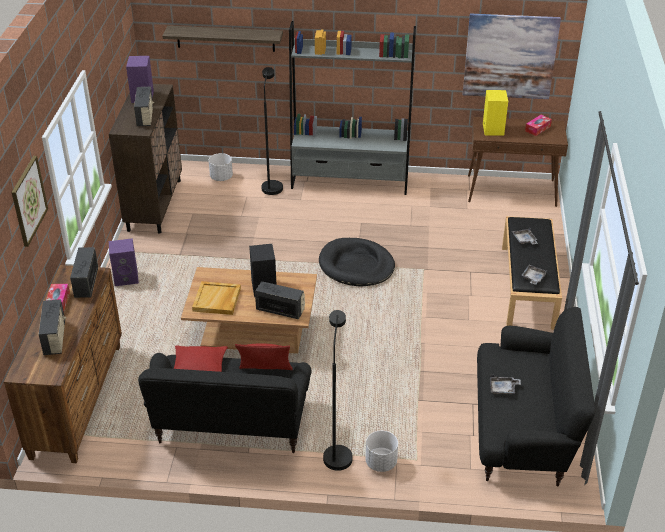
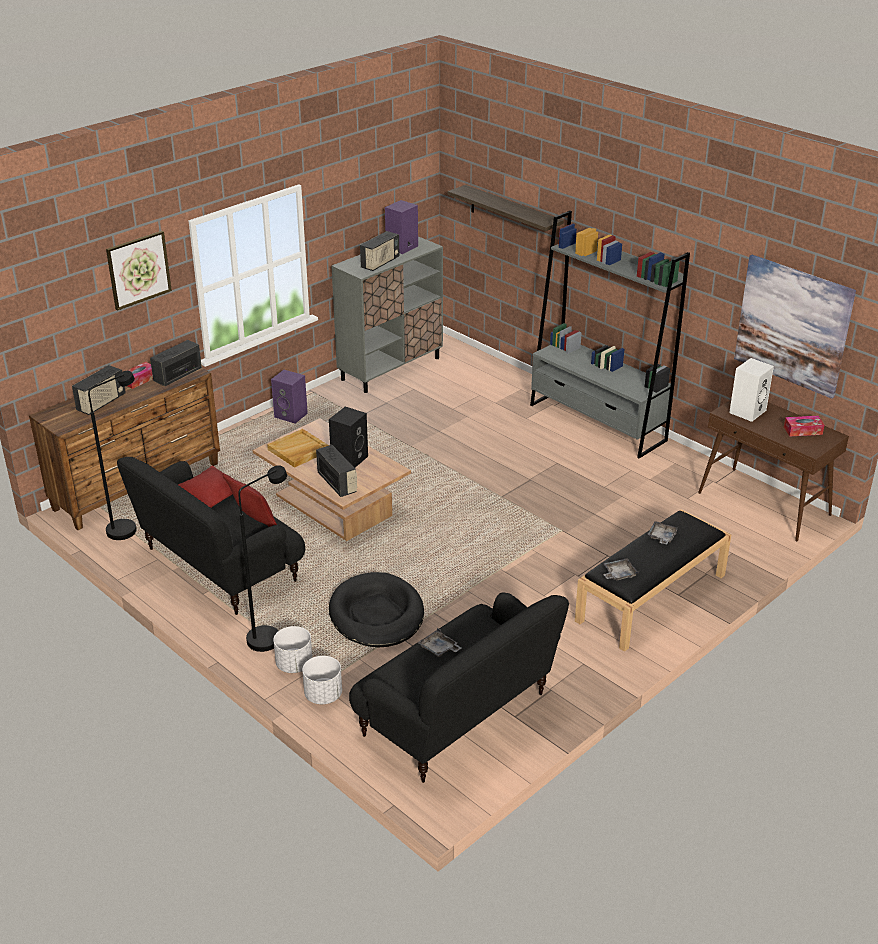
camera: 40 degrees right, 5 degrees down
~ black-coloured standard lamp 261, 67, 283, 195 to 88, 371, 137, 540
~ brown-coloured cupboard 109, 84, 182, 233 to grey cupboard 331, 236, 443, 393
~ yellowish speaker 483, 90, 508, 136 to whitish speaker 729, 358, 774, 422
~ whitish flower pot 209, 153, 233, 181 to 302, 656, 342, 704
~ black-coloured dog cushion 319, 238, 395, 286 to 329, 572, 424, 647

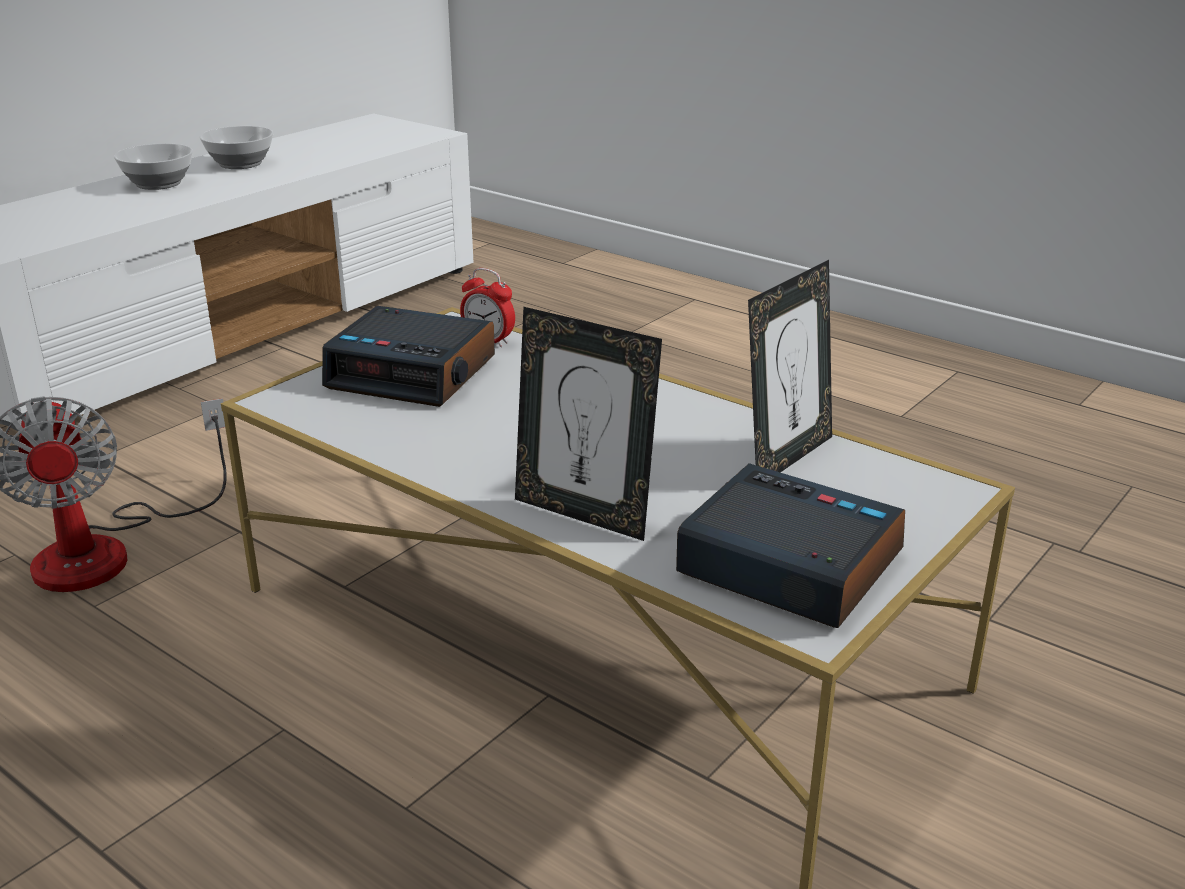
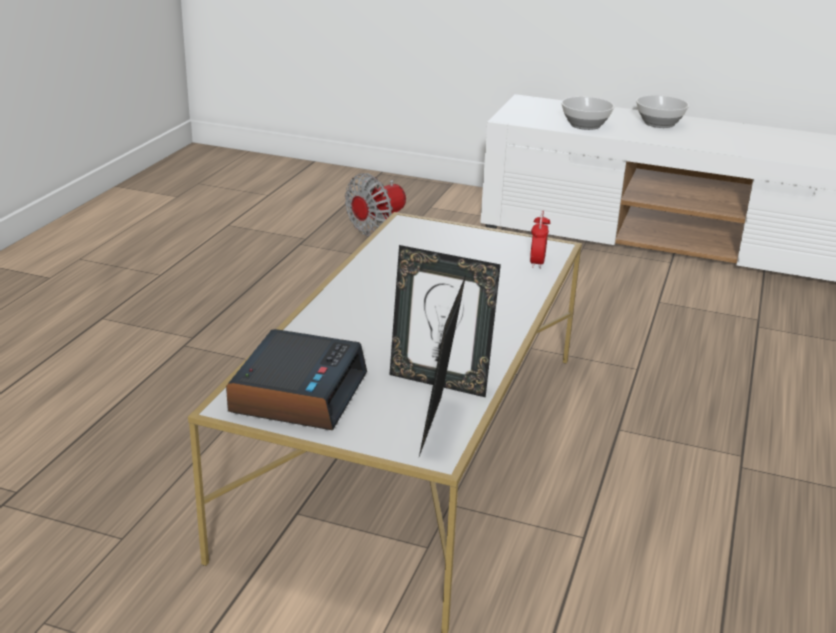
camera: 70 degrees right, 0 degrees up
~ serving bowl 200, 126, 274, 169 to 561, 97, 614, 130
- alarm clock 322, 306, 495, 407
~ picture frame 515, 307, 662, 541 to 419, 275, 466, 456

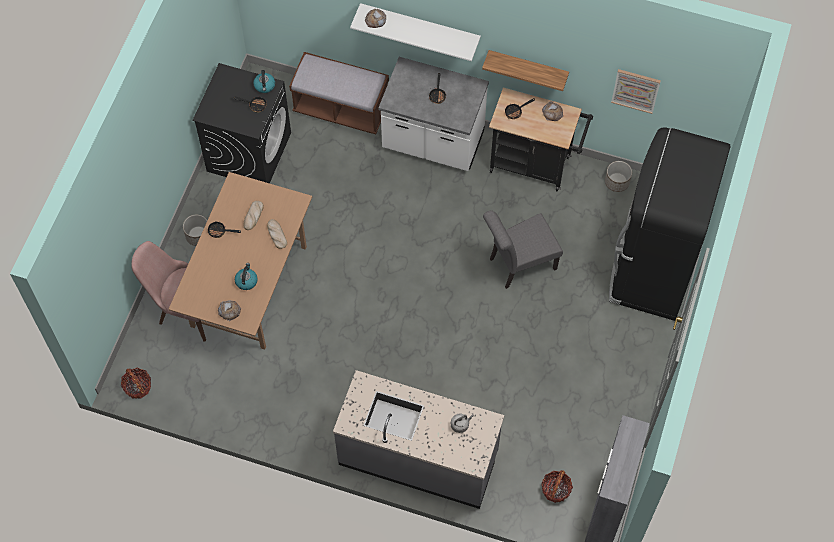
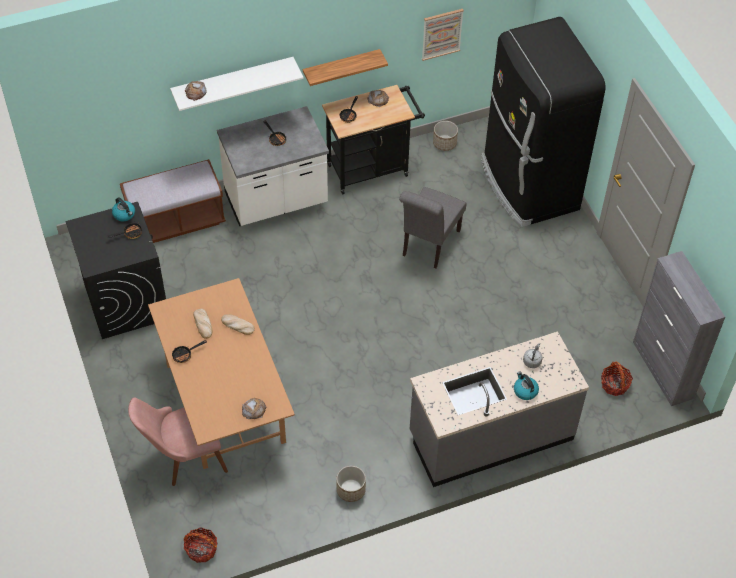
camera: 40 degrees left, 10 degrees down
~ flower pot 183, 215, 207, 246 to 336, 466, 366, 502
~ water kettle 235, 263, 258, 290 to 514, 372, 539, 400

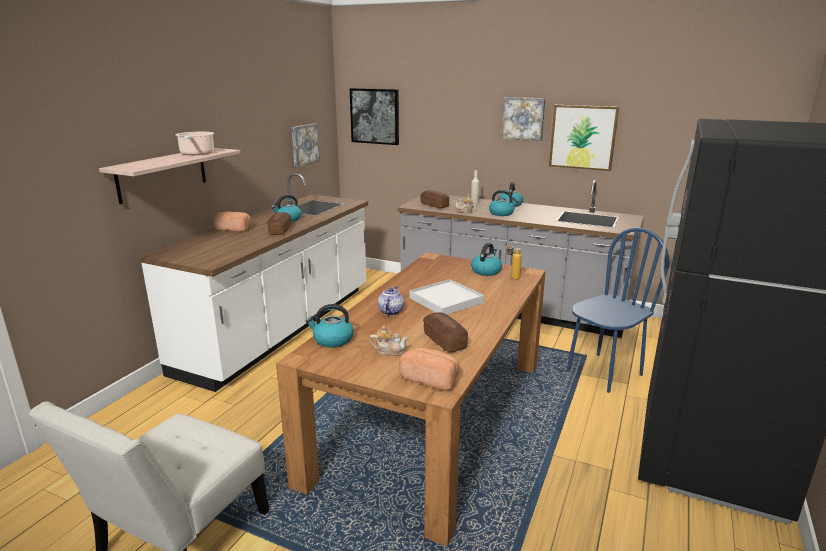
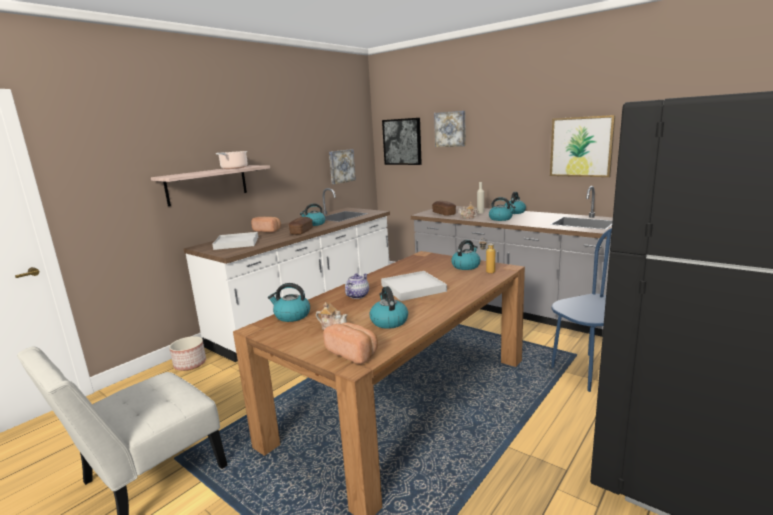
camera: 15 degrees right, 5 degrees down
~ picture 502, 97, 546, 141 to 434, 111, 466, 147
~ bakery bread 423, 312, 468, 352 to water kettle 369, 286, 408, 329
+ whitish tray 212, 232, 258, 250
+ flower pot 169, 336, 206, 371

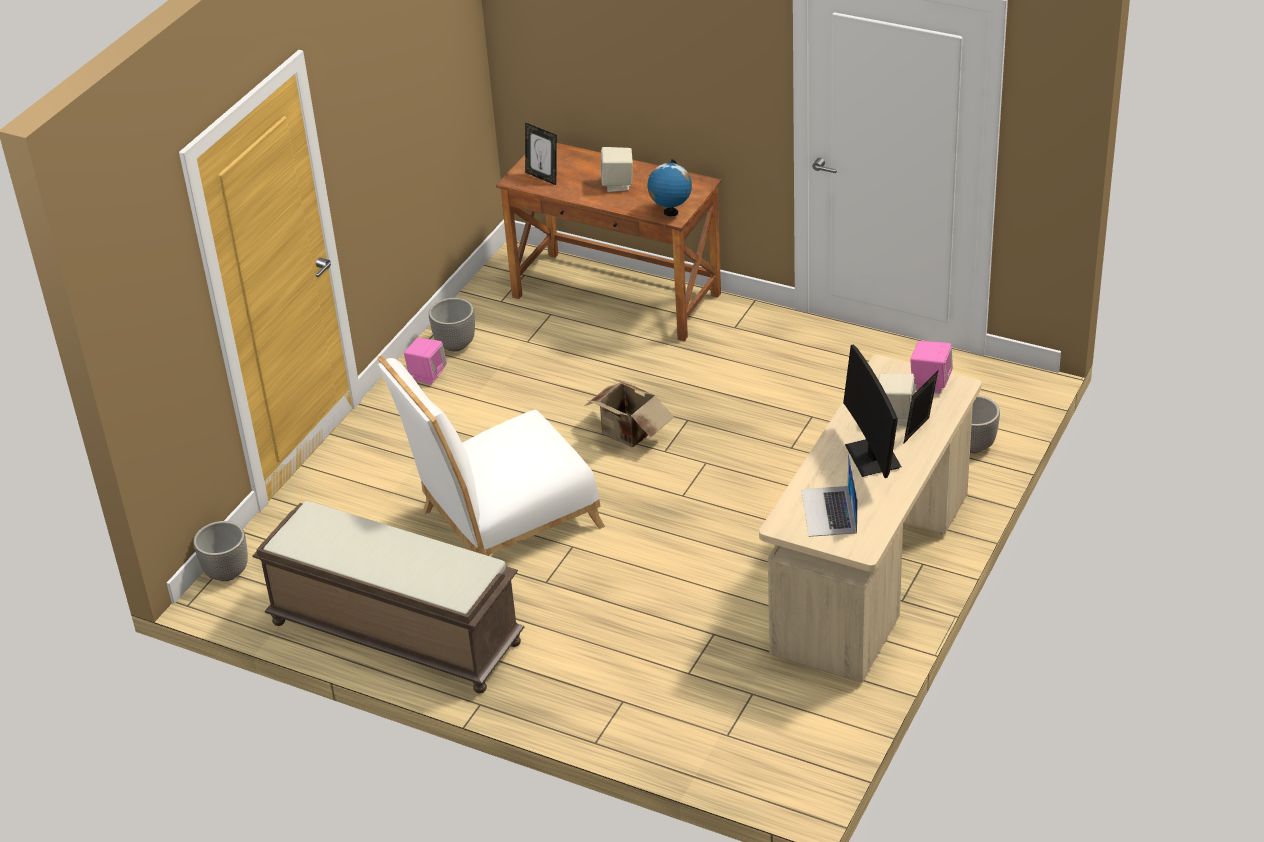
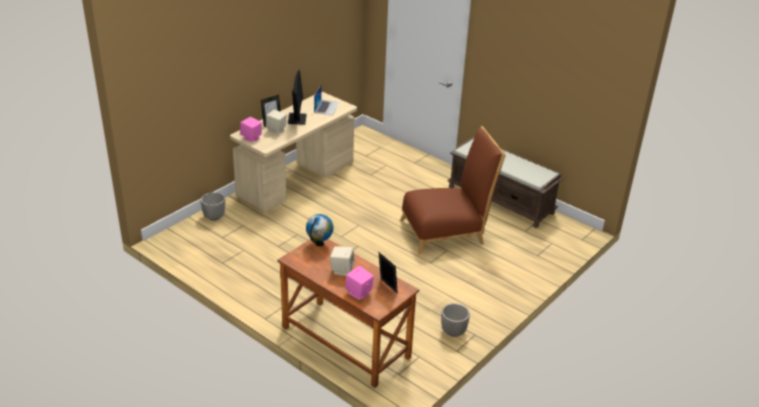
camera: 170 degrees left, 5 degrees down
~ pinkish speaker 404, 338, 447, 385 to 345, 266, 374, 300
~ whitish chair 378, 356, 605, 556 to brown-coloured chair 400, 126, 506, 255
- packing box 584, 379, 674, 448
- flower pot 193, 521, 248, 581

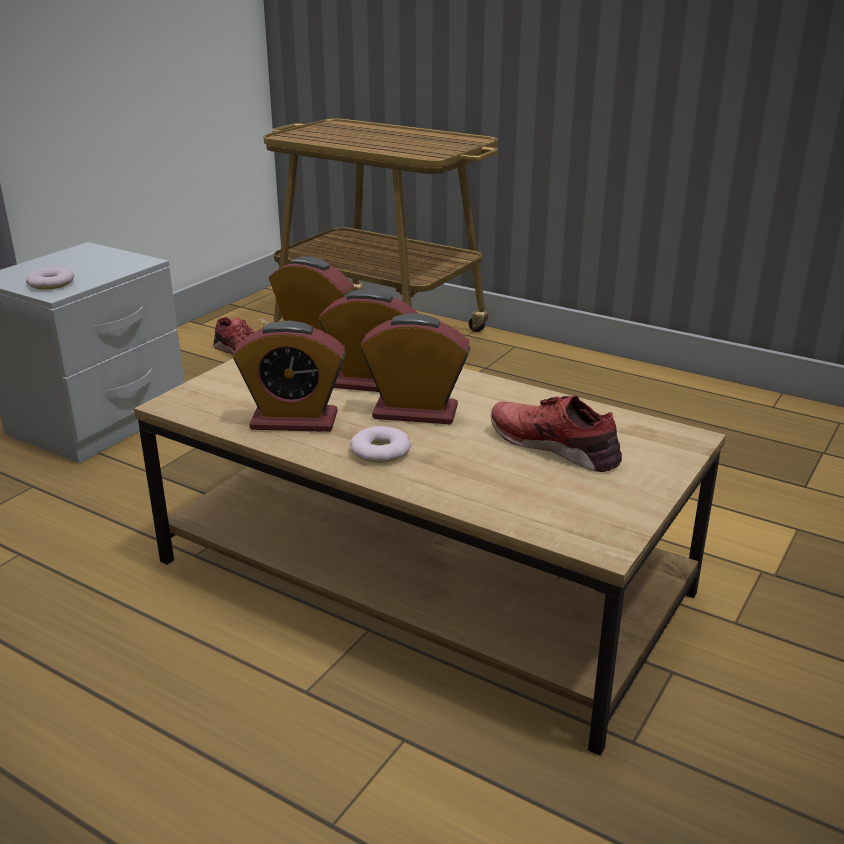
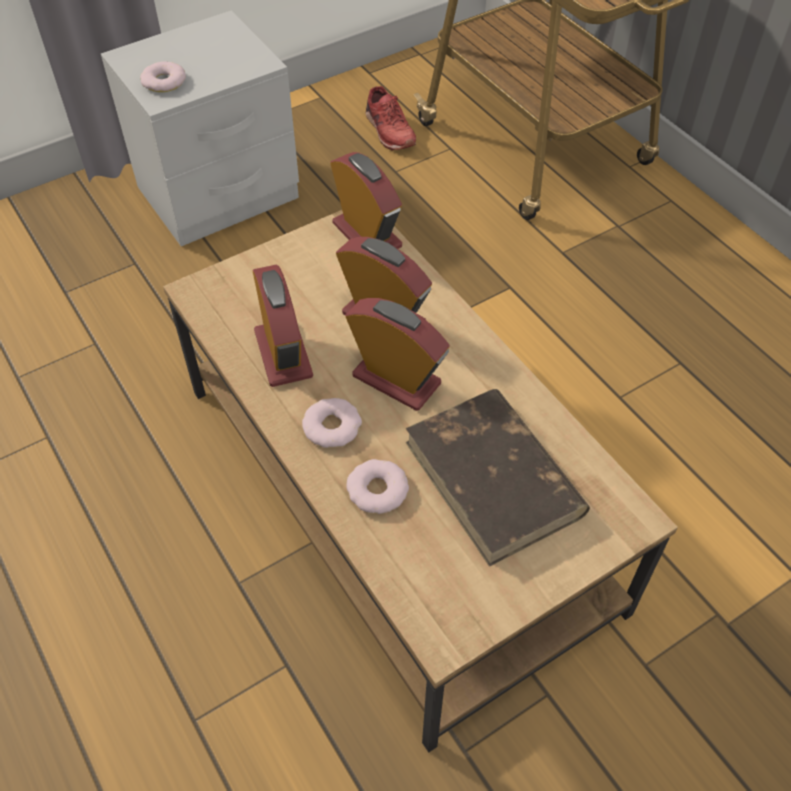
camera: 25 degrees right, 25 degrees up
~ alarm clock 233, 321, 346, 432 = 253, 265, 313, 387 135 degrees counterclockwise
~ red-coloured item of footwear 491, 395, 622, 472 to brown-coloured bound book 405, 389, 590, 567
+ donut 346, 459, 409, 514

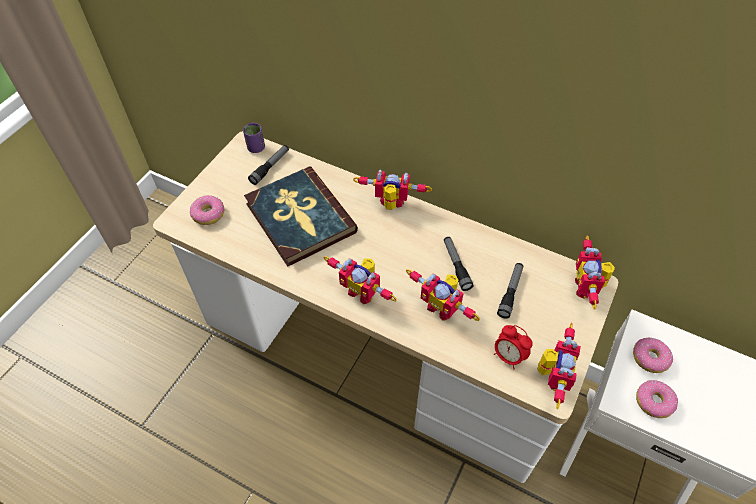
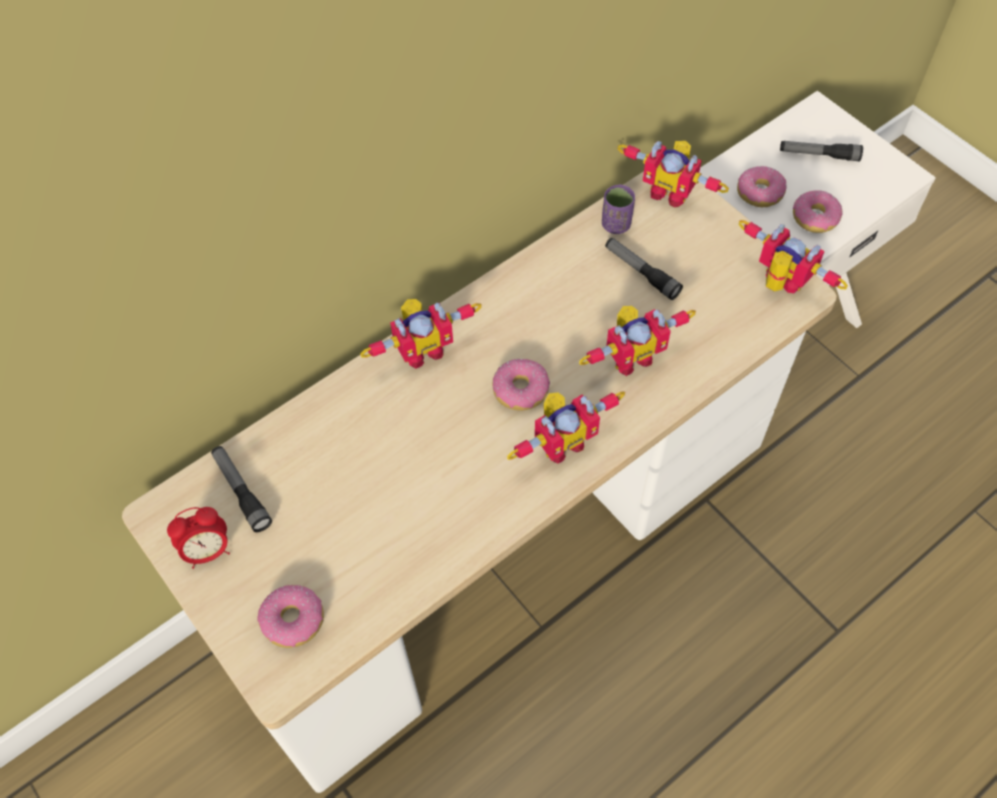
camera: 65 degrees left, 5 degrees up
~ purple-coloured small cup 243, 123, 265, 153 to 602, 184, 635, 234
- bound book 244, 166, 358, 266
~ robot figure 353, 170, 432, 210 = 360, 299, 482, 369 150 degrees counterclockwise
~ flashlight 444, 237, 474, 291 to 780, 141, 863, 161
~ alarm clock 494, 325, 533, 369 to 167, 507, 230, 569
+ donut 492, 358, 550, 411

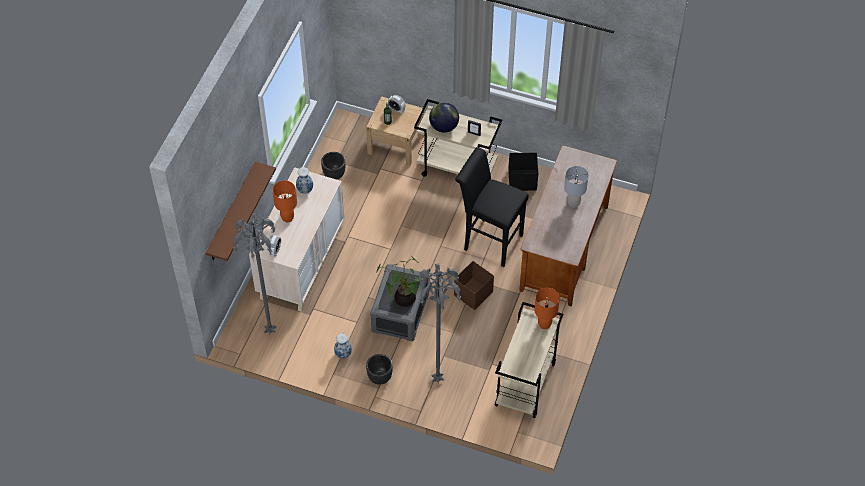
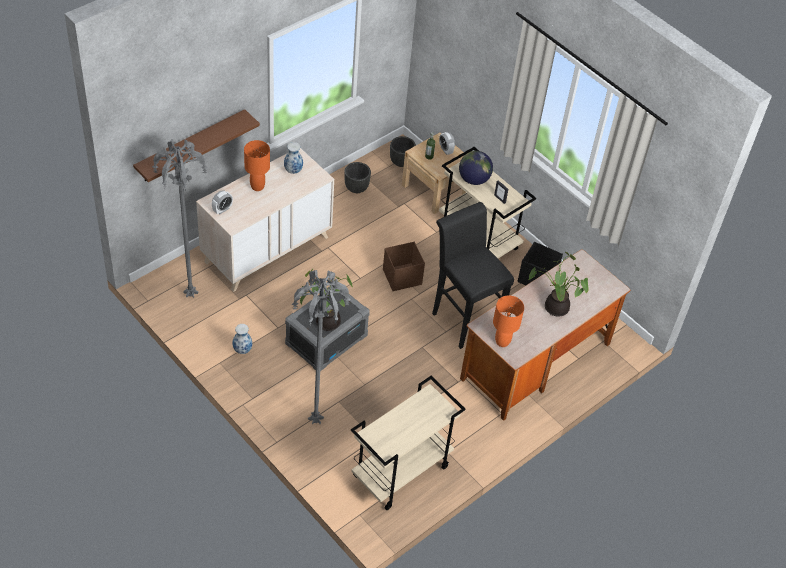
camera: 25 degrees right, 5 degrees down
~ grey table lamp 564, 166, 589, 208 to plant in a pot 529, 252, 589, 317
~ brown-coloured storage container 454, 261, 494, 310 to 383, 242, 425, 291
~ orange table lamp 534, 288, 560, 329 to 493, 295, 524, 347
~ black-coloured flower pot 366, 354, 393, 385 to 390, 136, 416, 167

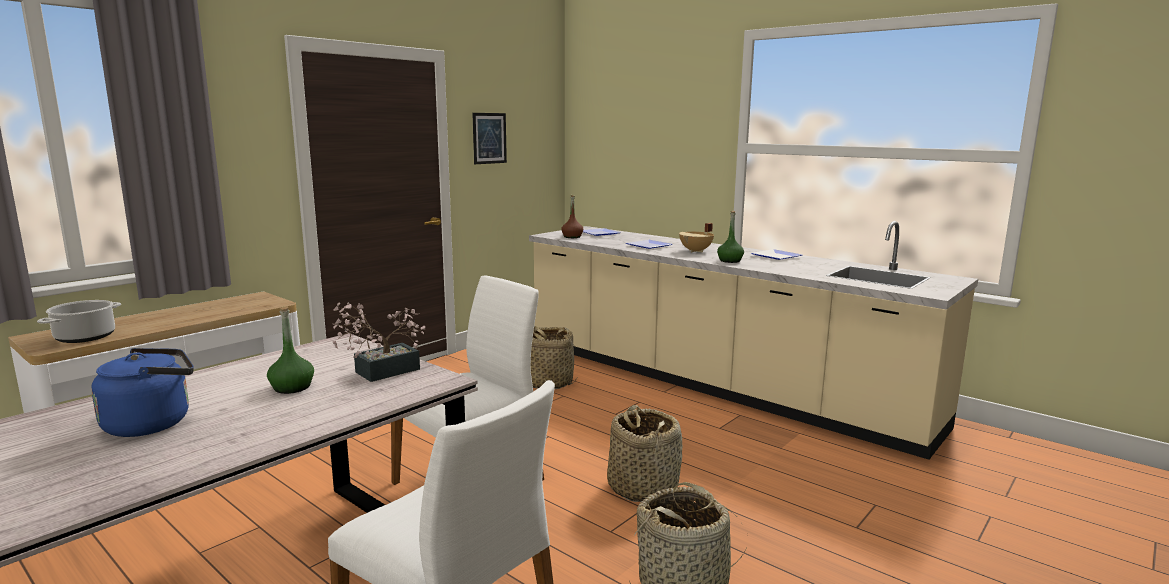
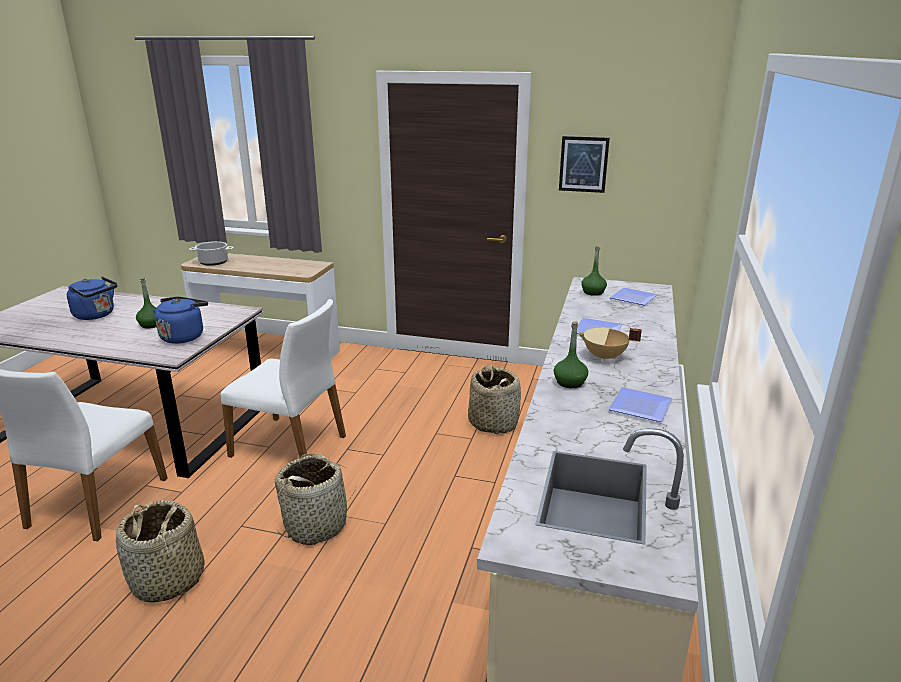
camera: 65 degrees right, 10 degrees up
~ brown-coloured drink bottle 561, 195, 583, 238 to green-coloured drink bottle 581, 246, 607, 296
~ plant in a pot 332, 302, 425, 382 to blue water kettle 153, 297, 208, 344

